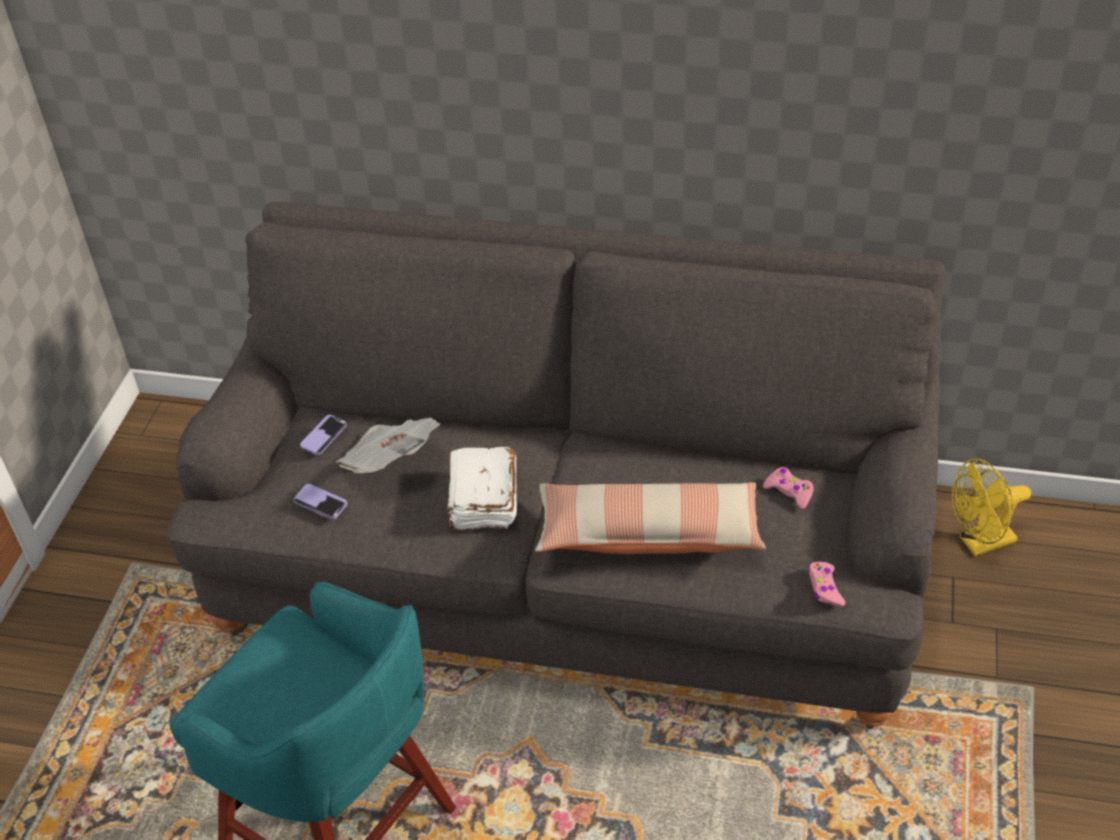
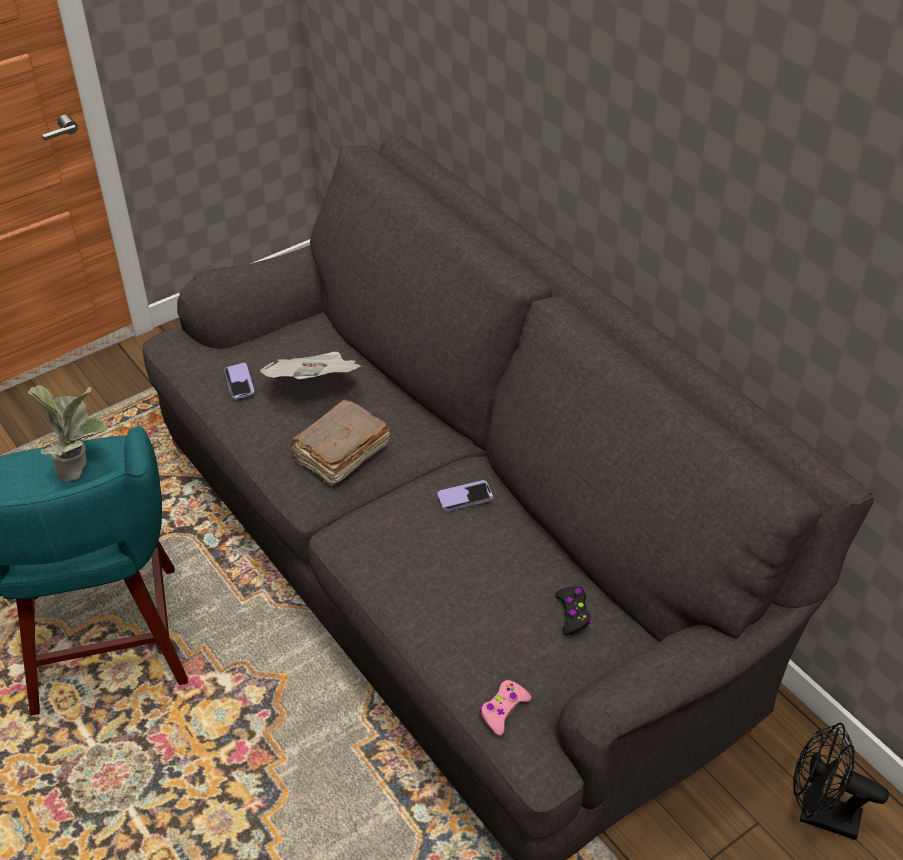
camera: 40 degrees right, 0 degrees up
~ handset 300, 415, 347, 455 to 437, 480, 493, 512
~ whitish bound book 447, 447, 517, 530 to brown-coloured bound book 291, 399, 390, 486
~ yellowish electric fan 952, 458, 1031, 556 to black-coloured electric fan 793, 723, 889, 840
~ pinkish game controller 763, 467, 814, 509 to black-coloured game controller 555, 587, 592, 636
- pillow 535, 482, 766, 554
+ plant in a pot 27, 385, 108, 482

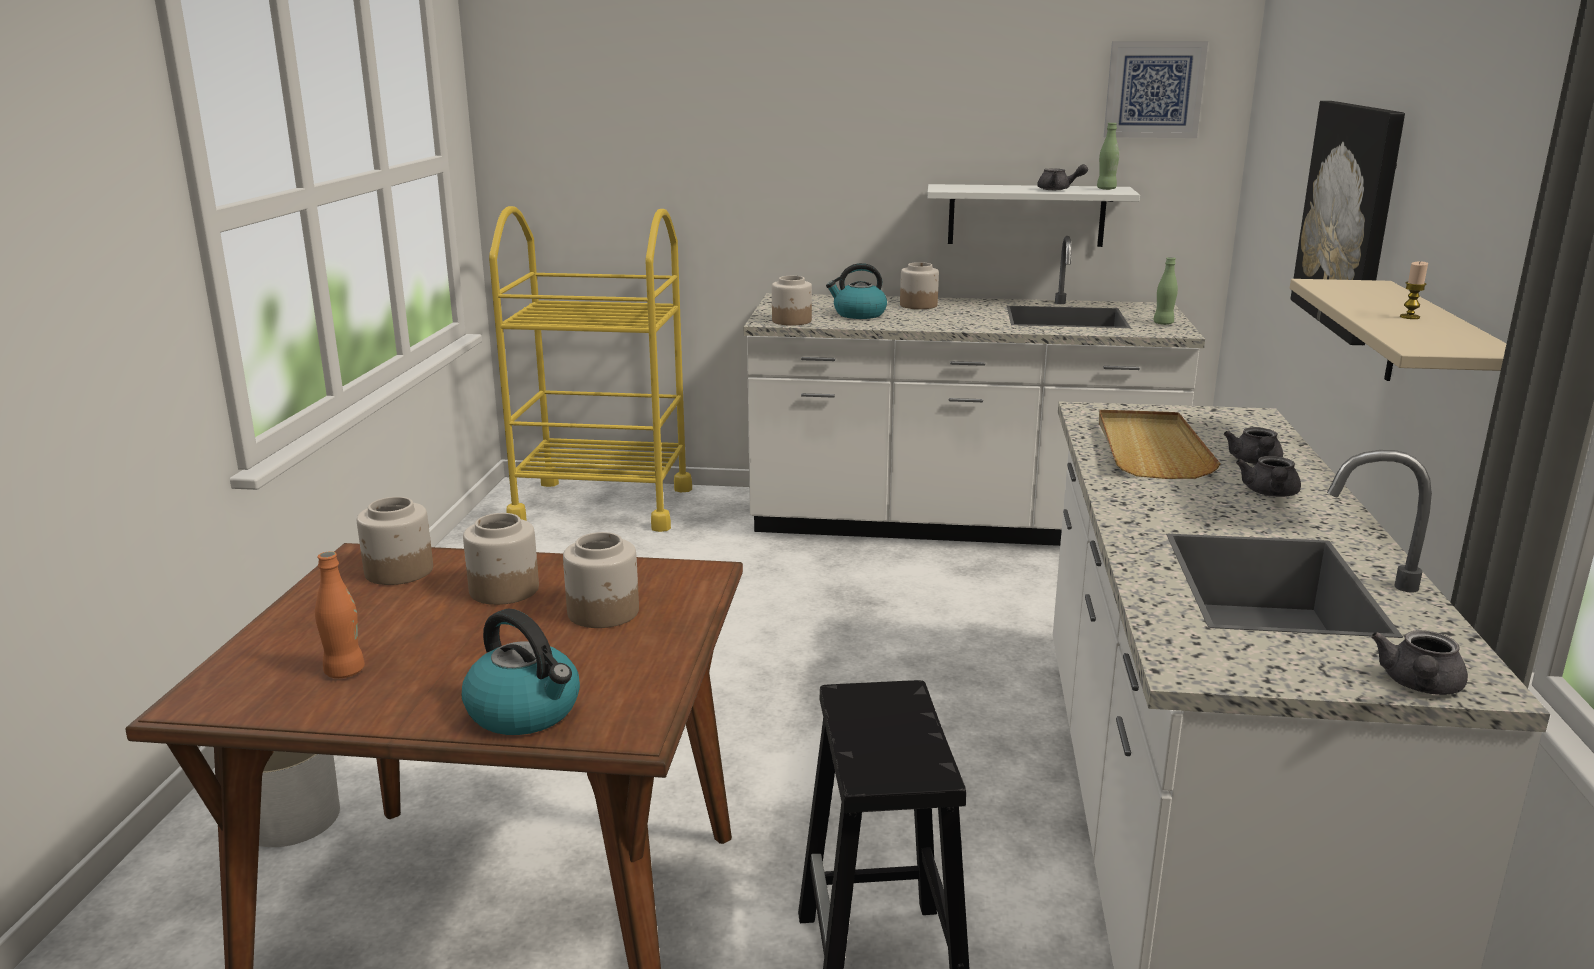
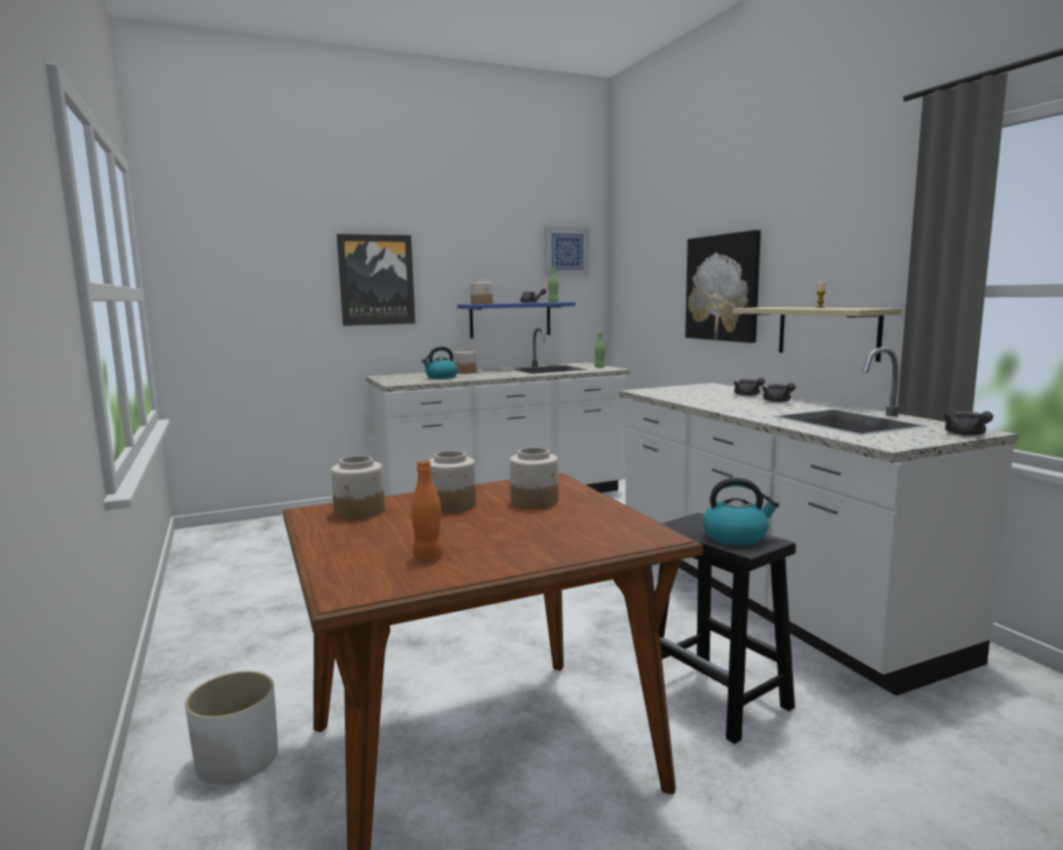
camera: 30 degrees left, 10 degrees down
~ whitish shelf 927, 184, 1140, 247 to blue shelf 457, 302, 576, 338
- yellowish wheeled cart 489, 206, 692, 532
~ storage jar 772, 276, 812, 326 to 470, 279, 493, 304
- beige-coloured tray 1099, 410, 1220, 479
~ water kettle 462, 609, 580, 735 to 703, 478, 780, 545
+ picture 337, 234, 415, 326

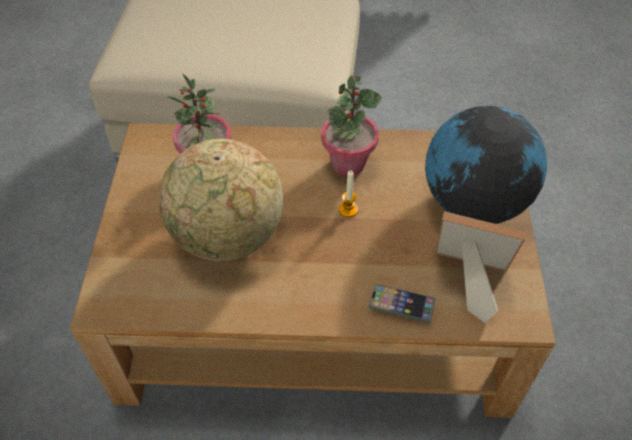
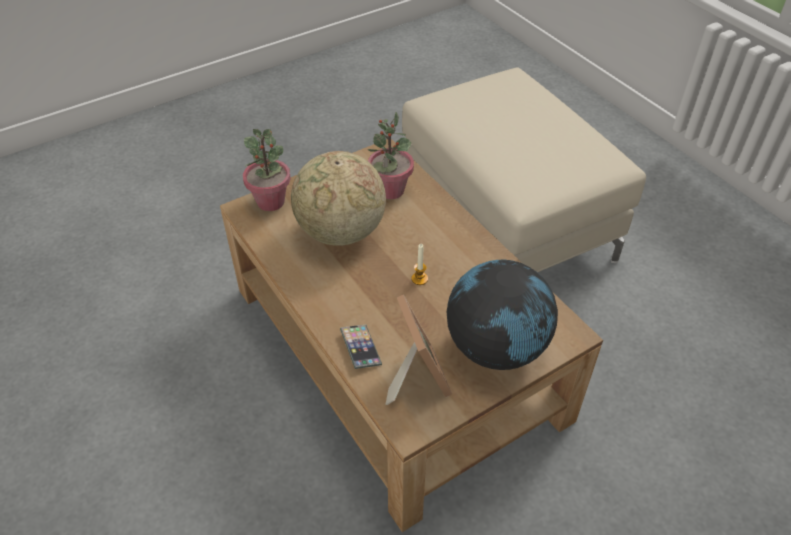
camera: 55 degrees right, 5 degrees down
~ plant in a pot 321, 75, 382, 176 to 243, 129, 291, 211

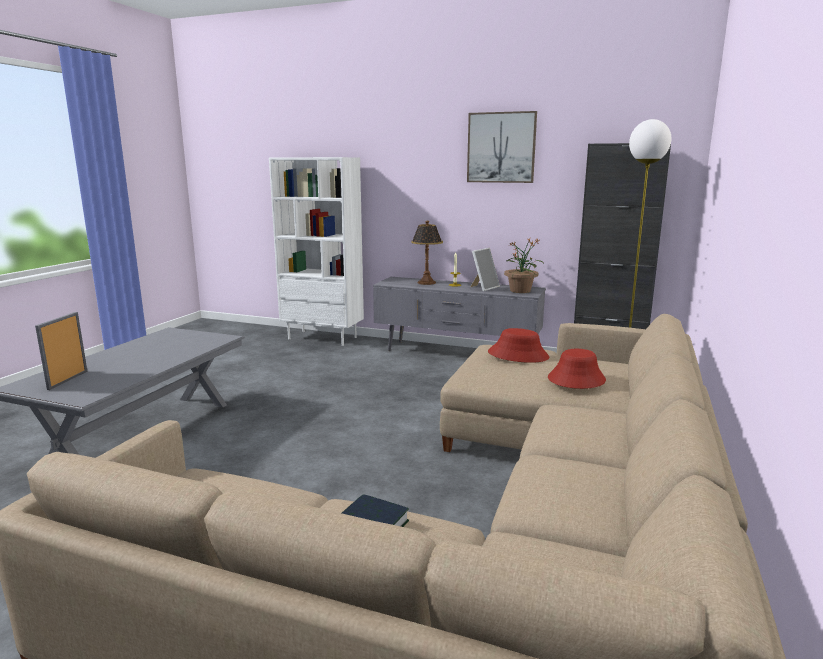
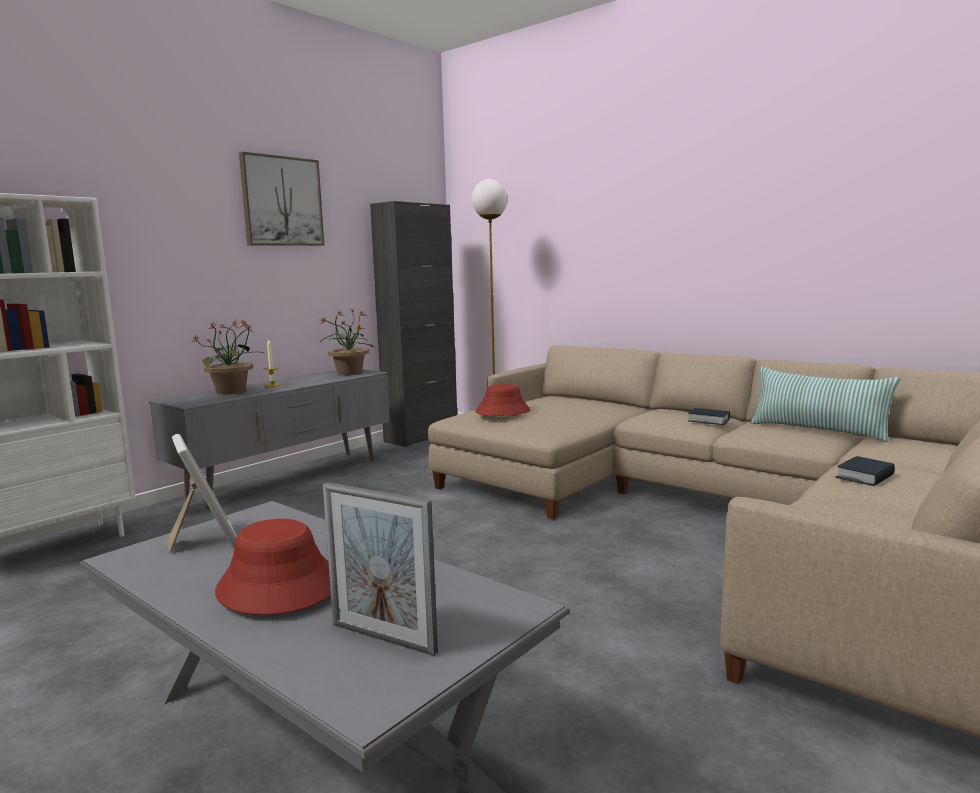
camera: 70 degrees left, 5 degrees down
~ table lamp 411, 220, 443, 285 to plant in a pot 191, 321, 264, 394
~ picture frame 470, 248, 500, 291 to 167, 434, 237, 553
~ red-coloured wearable hat 548, 349, 606, 389 to 215, 518, 331, 615
+ pillow 751, 367, 900, 442
+ bound book 688, 408, 730, 425

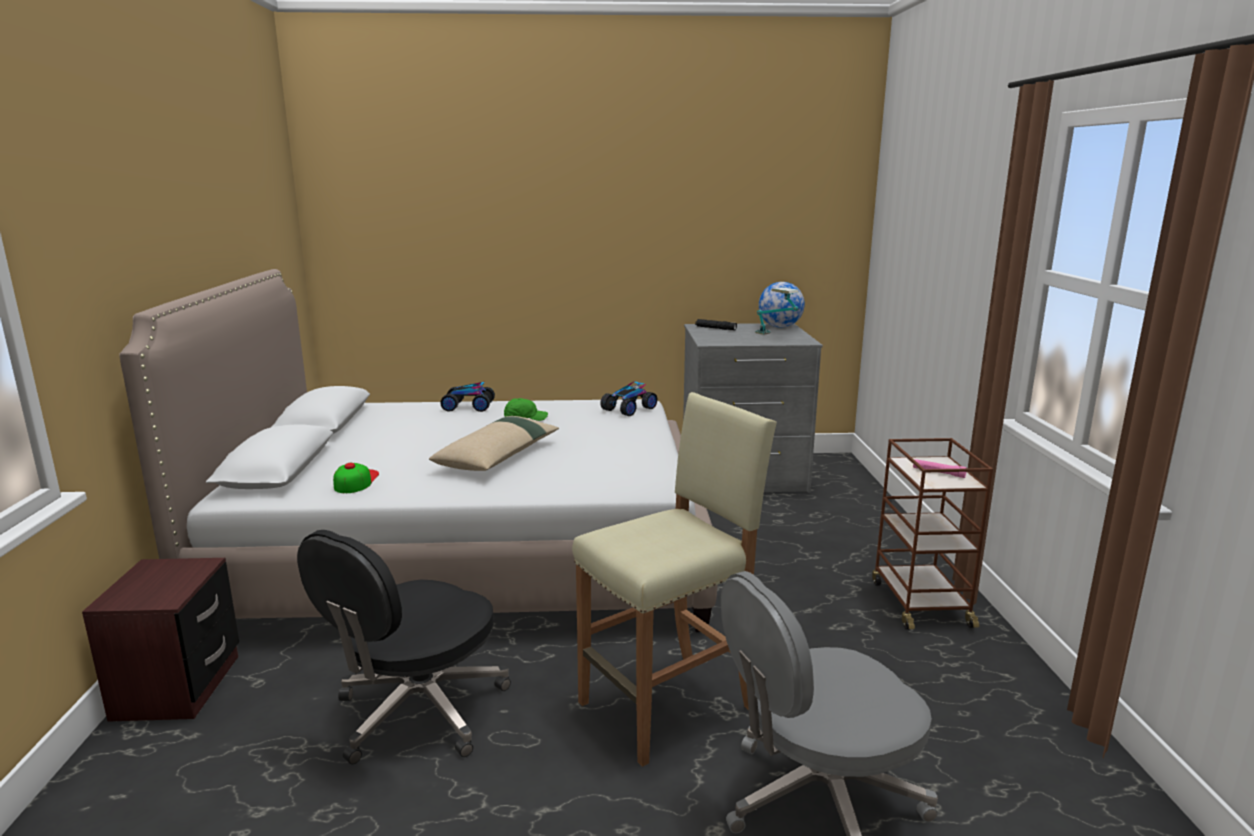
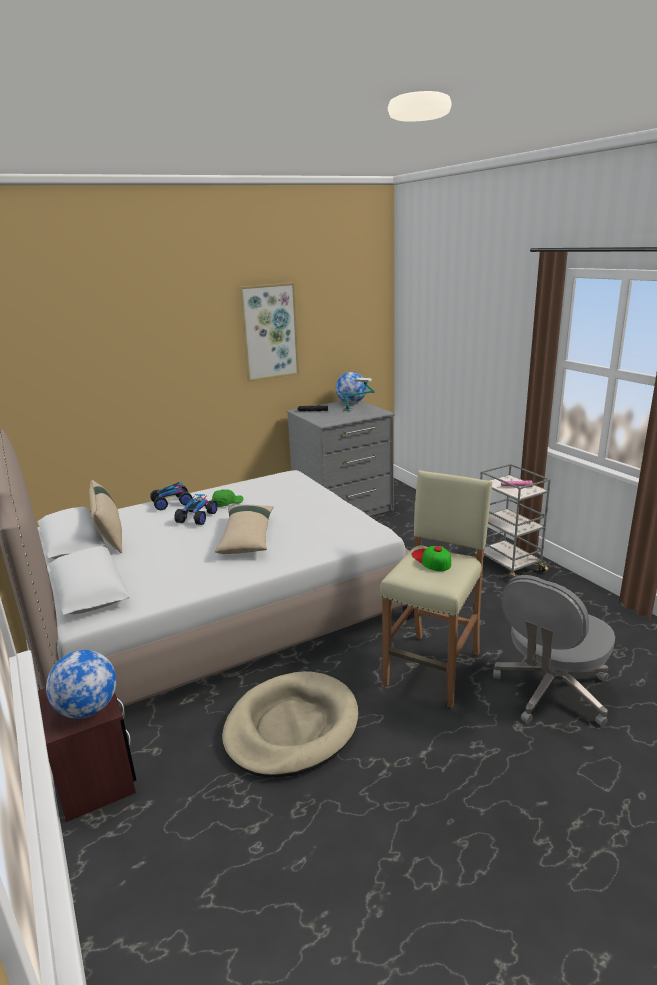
camera: 25 degrees left, 5 degrees up
~ toy car 600, 381, 657, 416 to 174, 494, 218, 525
~ brown-coloured wheeled cart 872, 438, 993, 630 to grey wheeled cart 474, 464, 551, 579
~ cap 333, 463, 379, 493 to 411, 546, 451, 571
~ black-coloured computer chair 297, 530, 511, 765 to beige-coloured dog cushion 222, 671, 358, 777
+ picture 239, 283, 299, 382
+ beige-coloured pillow 89, 480, 122, 553
+ globe 46, 650, 116, 719

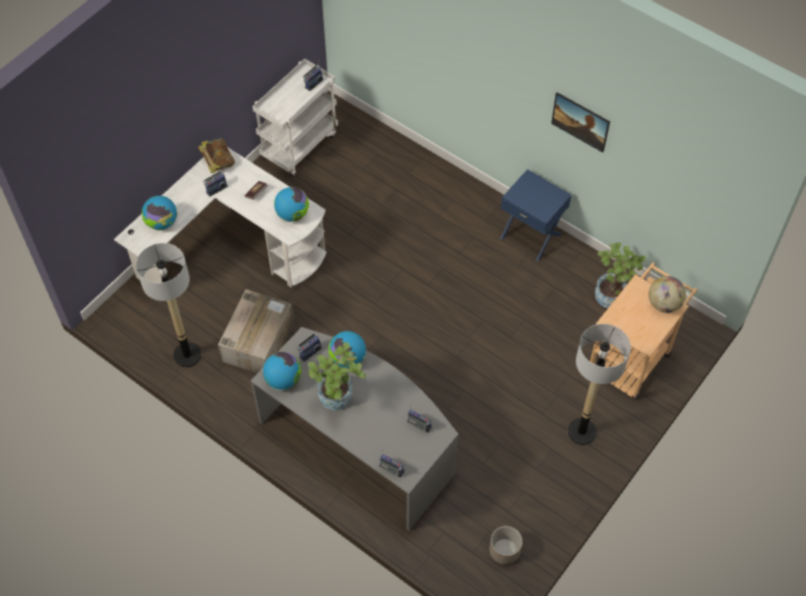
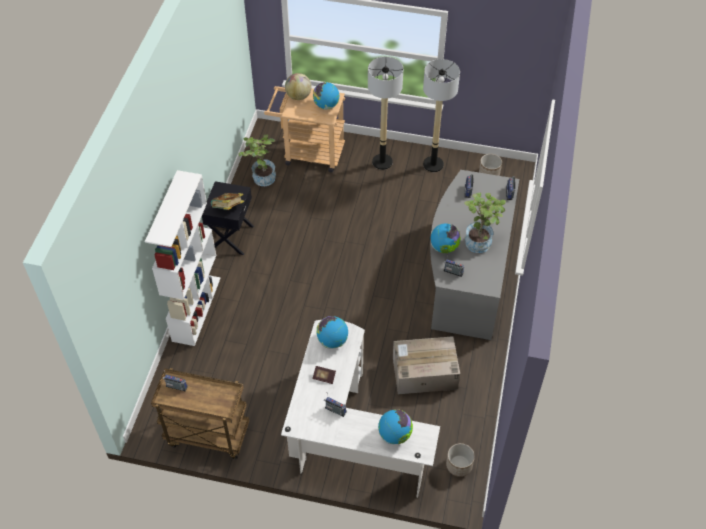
camera: 115 degrees left, 5 degrees down
~ whitish wheeled cart 252, 59, 338, 178 to brown-coloured wheeled cart 151, 368, 249, 460
- picture 551, 92, 610, 153
~ bound book 198, 138, 235, 173 to 211, 193, 244, 210
~ blue bedside table 500, 169, 571, 262 to black-coloured bedside table 202, 181, 254, 255
~ standard lamp 136, 243, 201, 368 to 423, 59, 460, 172
~ globe 263, 352, 301, 391 to 313, 82, 339, 110
+ whitish bookshelf 145, 170, 221, 346
+ flower pot 446, 443, 475, 477

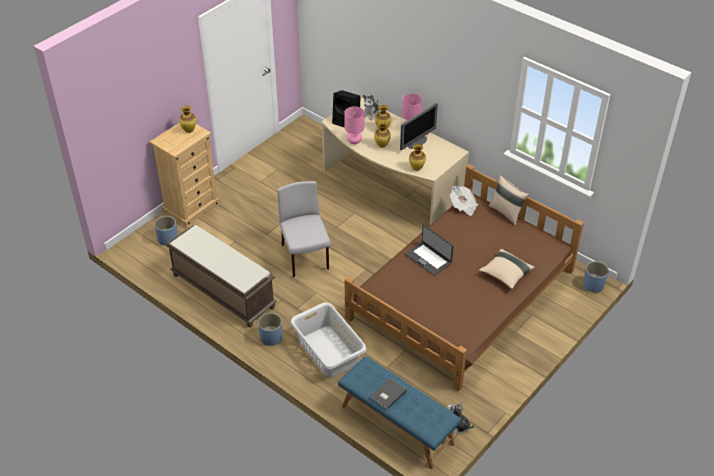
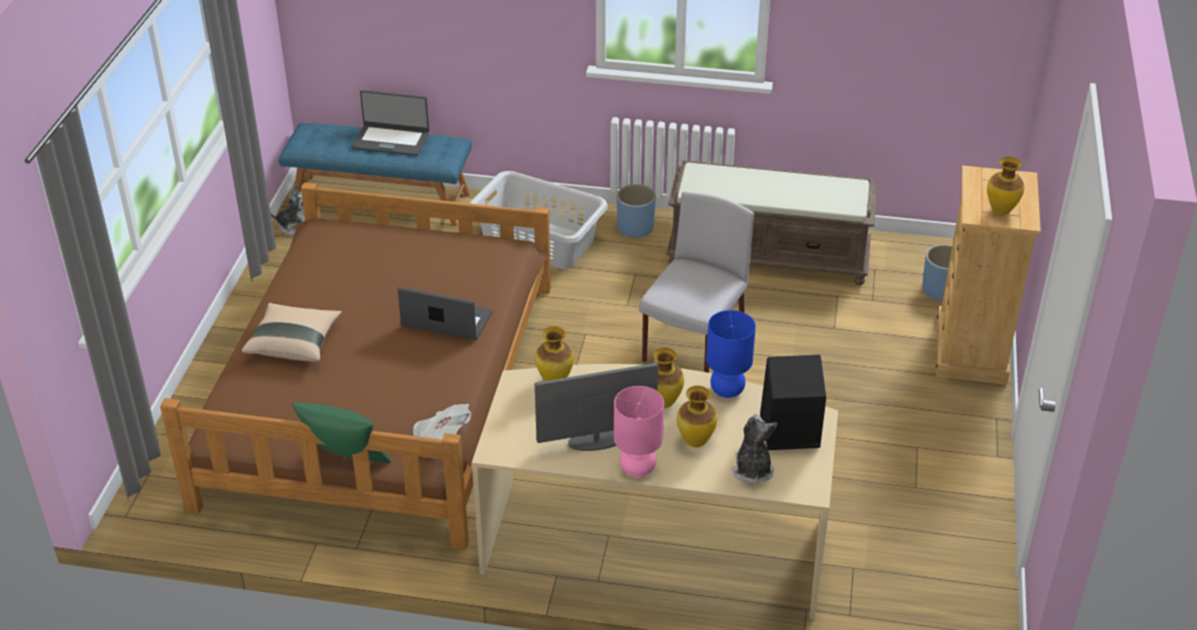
camera: 150 degrees right, 5 degrees down
~ computer screen 400, 103, 438, 150 = 535, 363, 658, 451 60 degrees clockwise
~ pinkish table lamp 344, 106, 364, 144 to blue table lamp 706, 310, 756, 398
~ beige-coloured pillow 489, 175, 529, 226 to green-coloured pillow 292, 403, 391, 463
~ grey chair 277, 181, 331, 277 = 639, 191, 754, 373 105 degrees counterclockwise
- blue flower pot 583, 261, 609, 292
~ grey bound book 371, 378, 407, 410 to notebook computer 351, 90, 429, 156

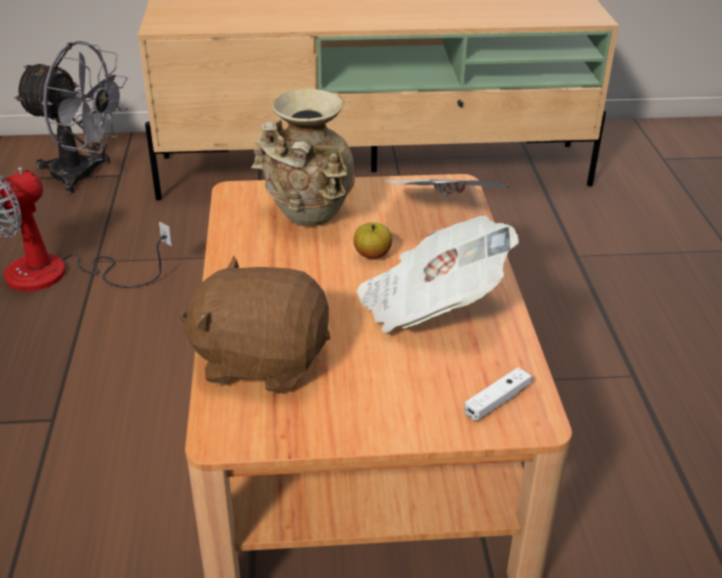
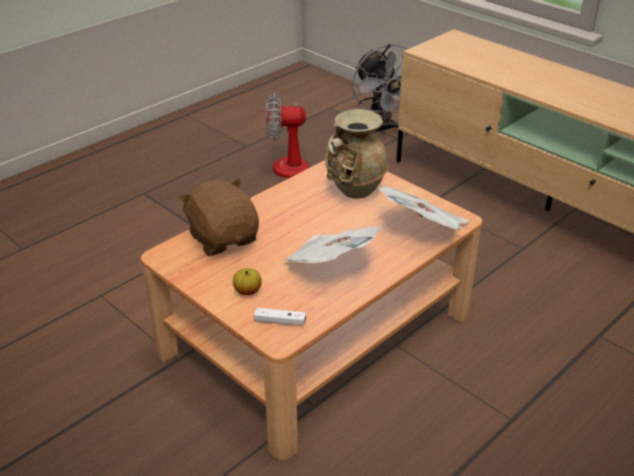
camera: 50 degrees right, 0 degrees up
~ apple 353, 223, 392, 259 to 233, 268, 262, 295

